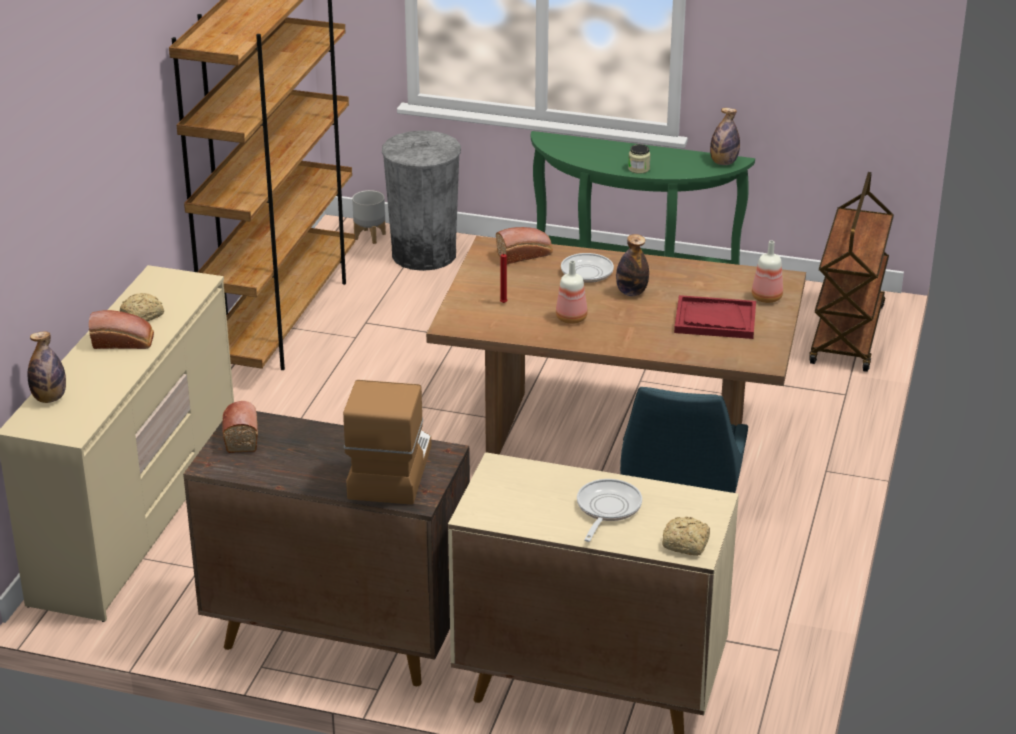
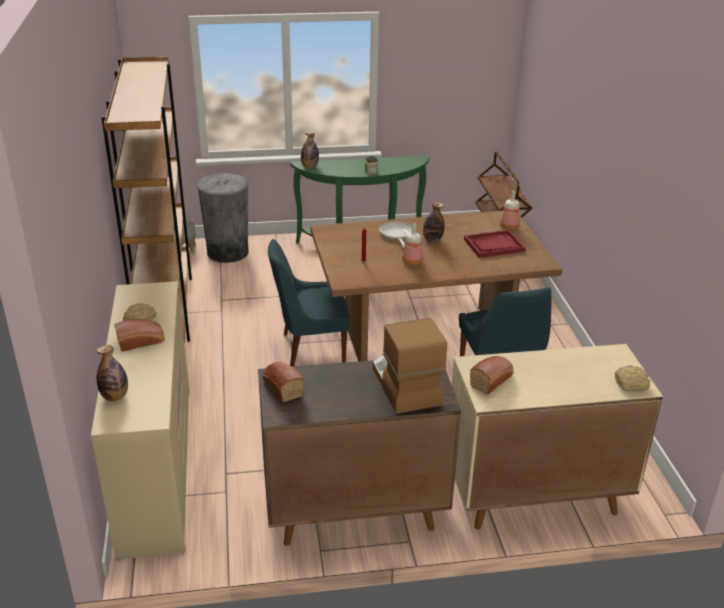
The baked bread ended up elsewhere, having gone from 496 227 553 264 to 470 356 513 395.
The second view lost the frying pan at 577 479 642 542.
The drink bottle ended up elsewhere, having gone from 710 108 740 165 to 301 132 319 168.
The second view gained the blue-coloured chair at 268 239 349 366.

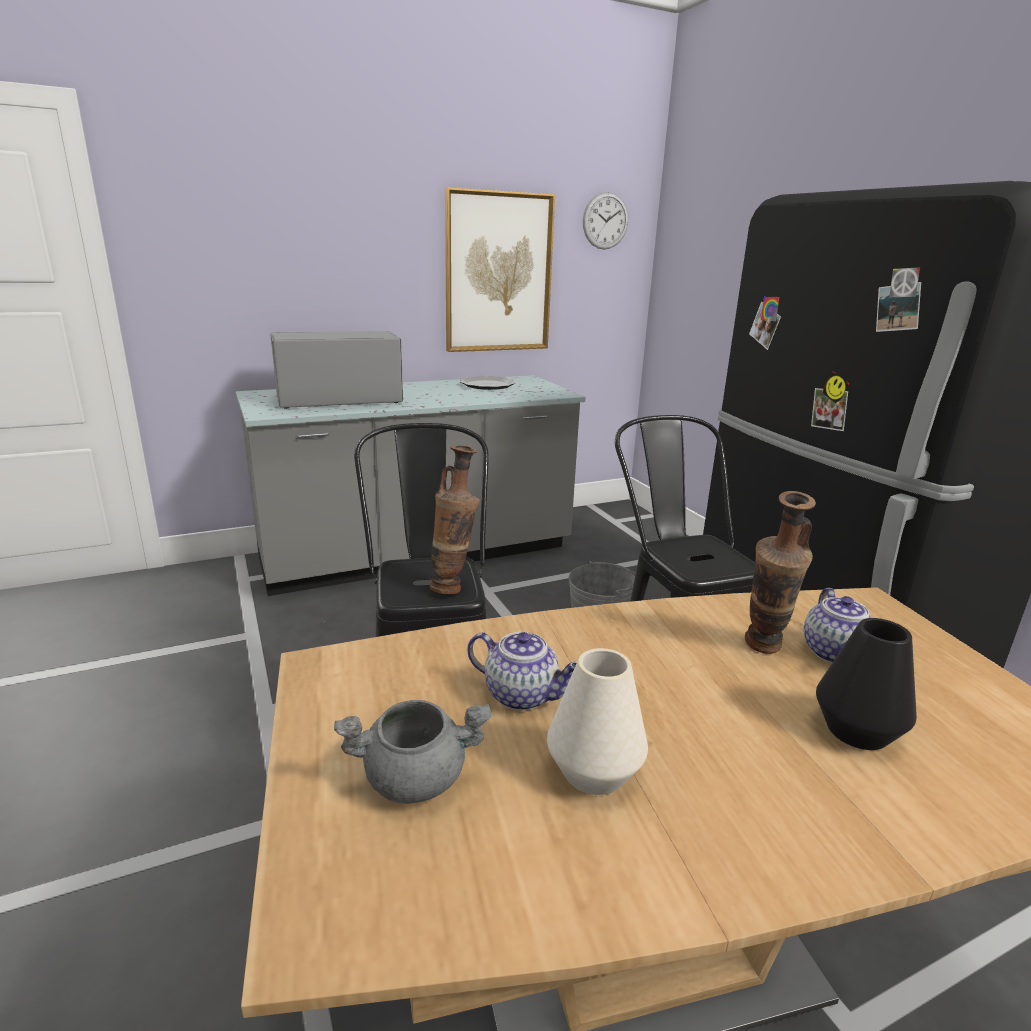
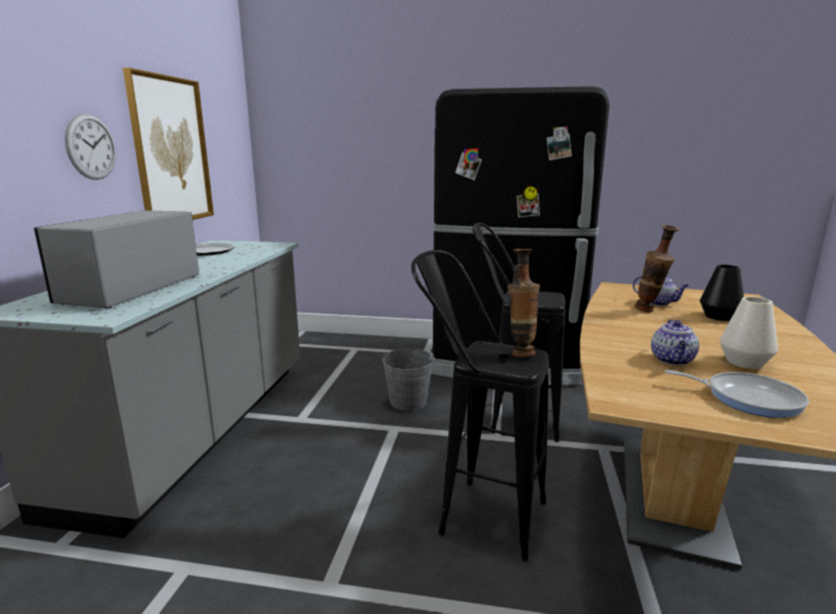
Where the greyish saucepot stood at 334 700 491 804, the frying pan came to stand at 665 370 809 418.
The pot for tea at 467 632 577 711 ended up facing another way, 135 degrees clockwise from before.
The clock on the wall ended up elsewhere, having gone from 583 192 628 249 to 65 113 116 180.

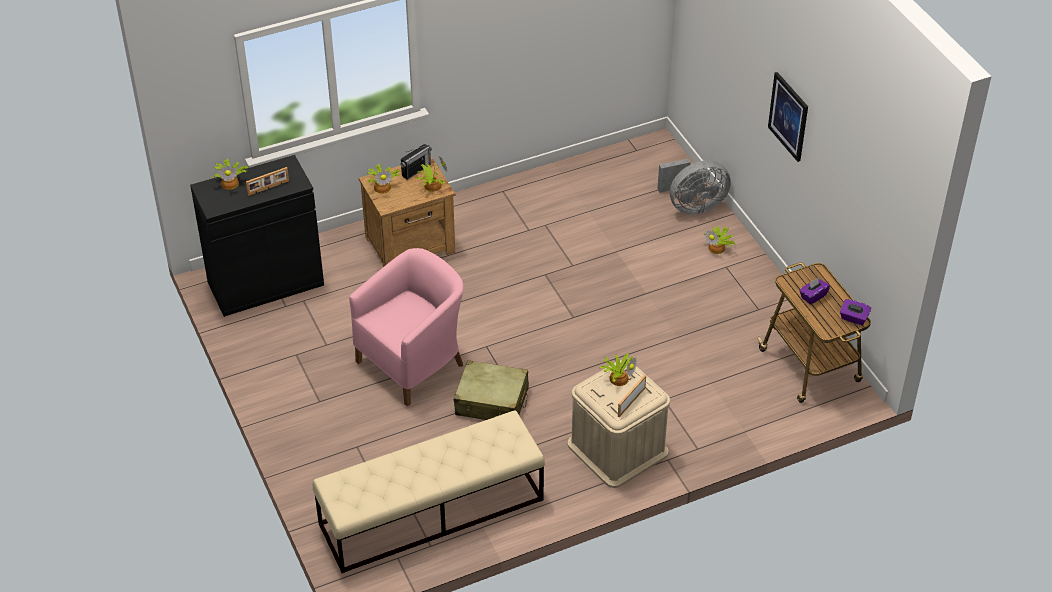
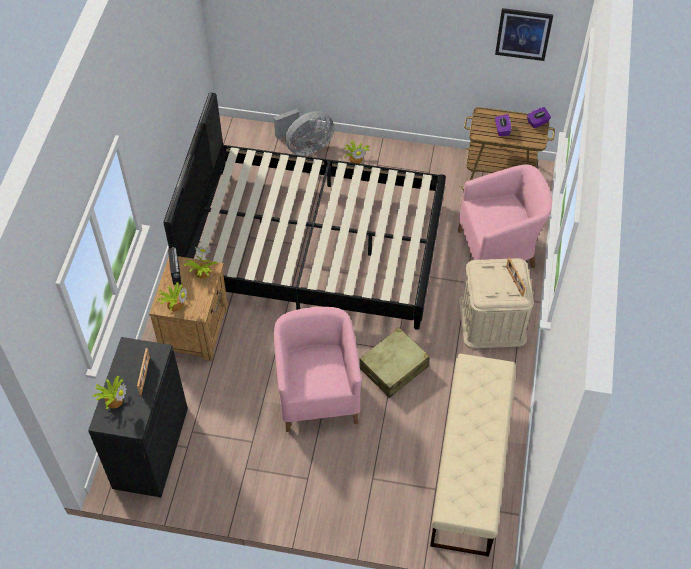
The second view lost the potted plant at 600 353 637 386.
The greyish electric fan at 657 159 731 215 ended up facing another way, 45 degrees clockwise from before.
The picture ended up elsewhere, having gone from 768 72 808 162 to 495 8 553 61.
The second view gained the black-coloured bed at 163 93 446 330.
The second view gained the pink-coloured easy chair at 458 164 552 268.

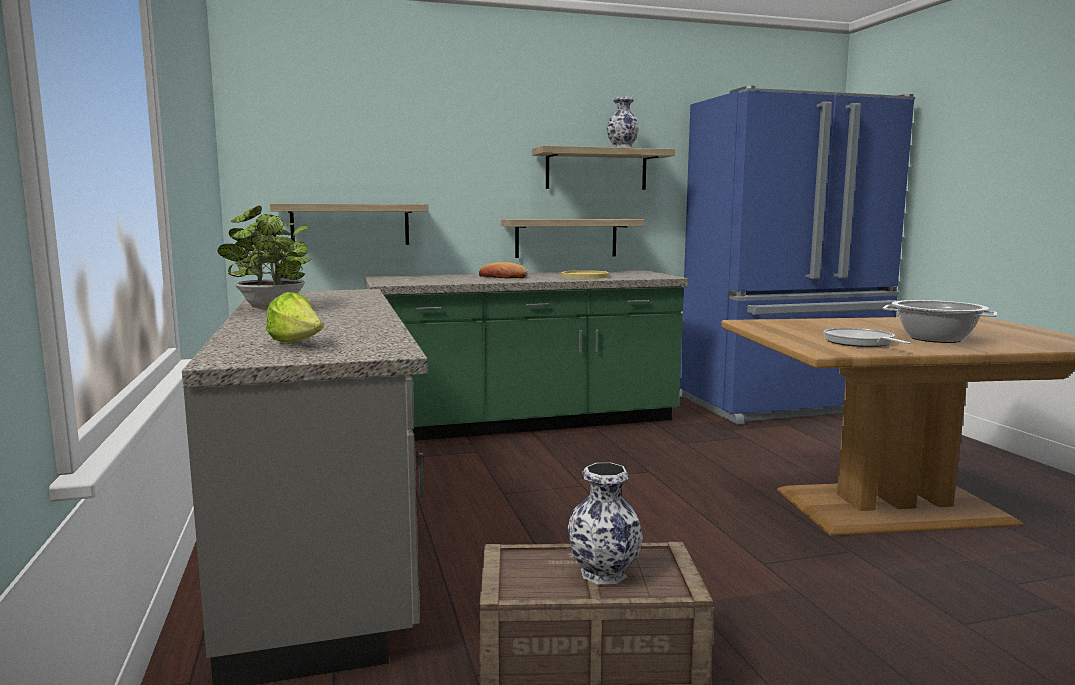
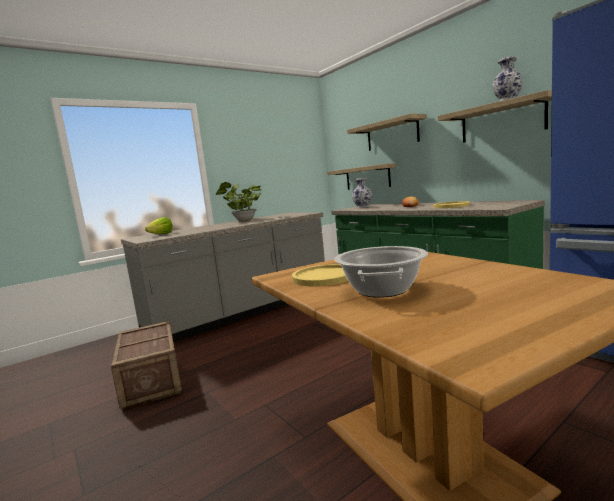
The shelf ended up elsewhere, having gone from 501 219 644 258 to 347 114 426 151.
The vase ended up elsewhere, having gone from 568 463 643 584 to 352 178 372 208.
Where the frying pan stood at 824 328 910 347, the yellow plate came to stand at 292 264 348 286.

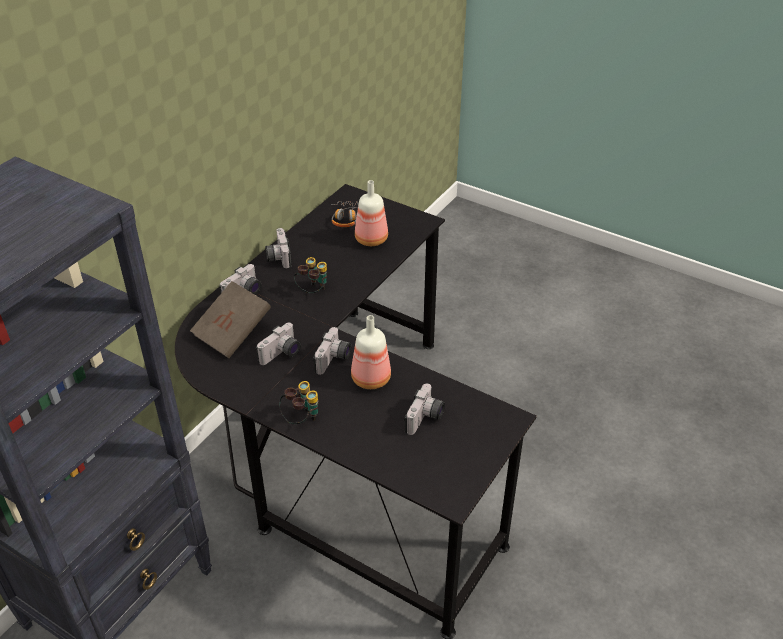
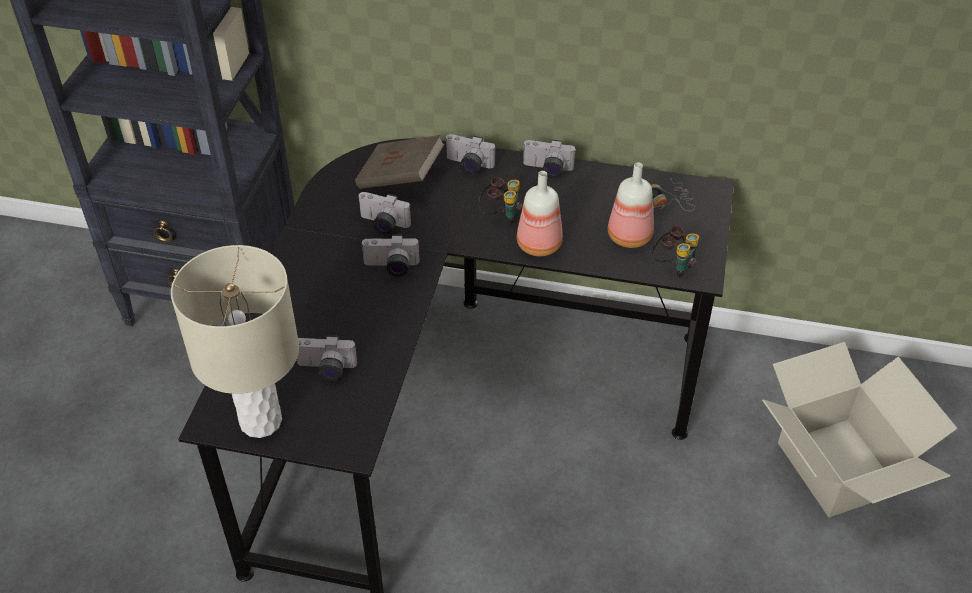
The photo camera at 265 228 292 268 ended up facing another way, 135 degrees counterclockwise from before.
The field glasses ended up elsewhere, having gone from 279 381 319 424 to 652 226 699 278.
The drink bottle ended up elsewhere, having gone from 351 315 391 389 to 517 171 563 256.
The second view gained the beige lamp for a table at 171 245 299 438.
The second view gained the packing box at 762 342 958 517.

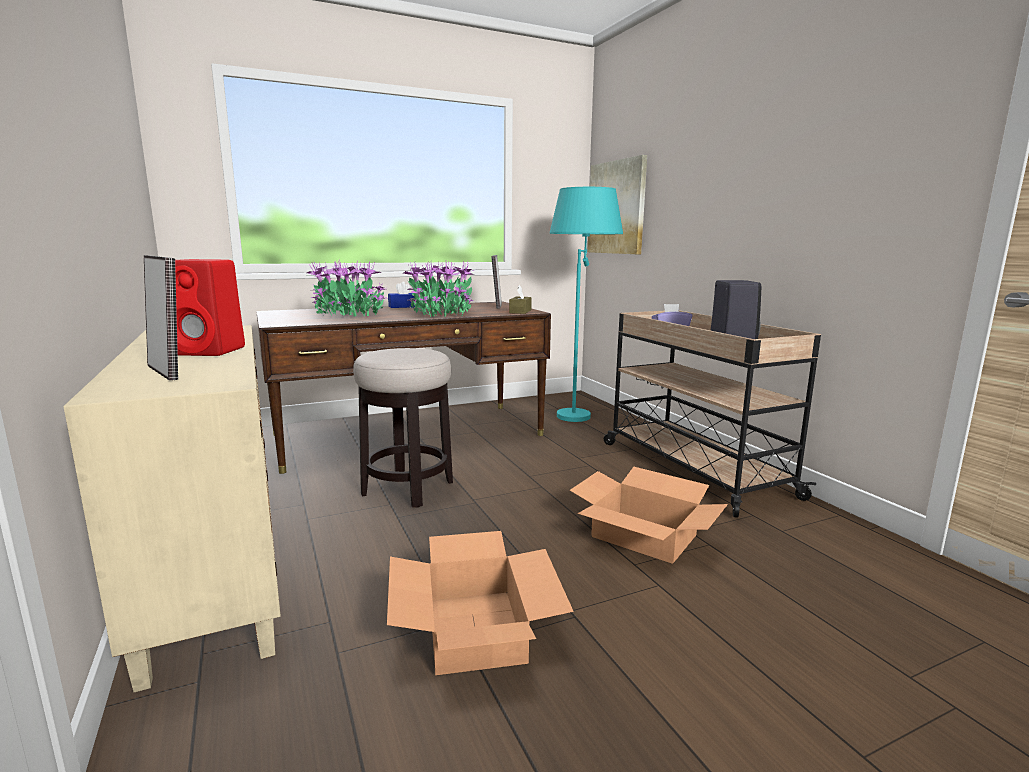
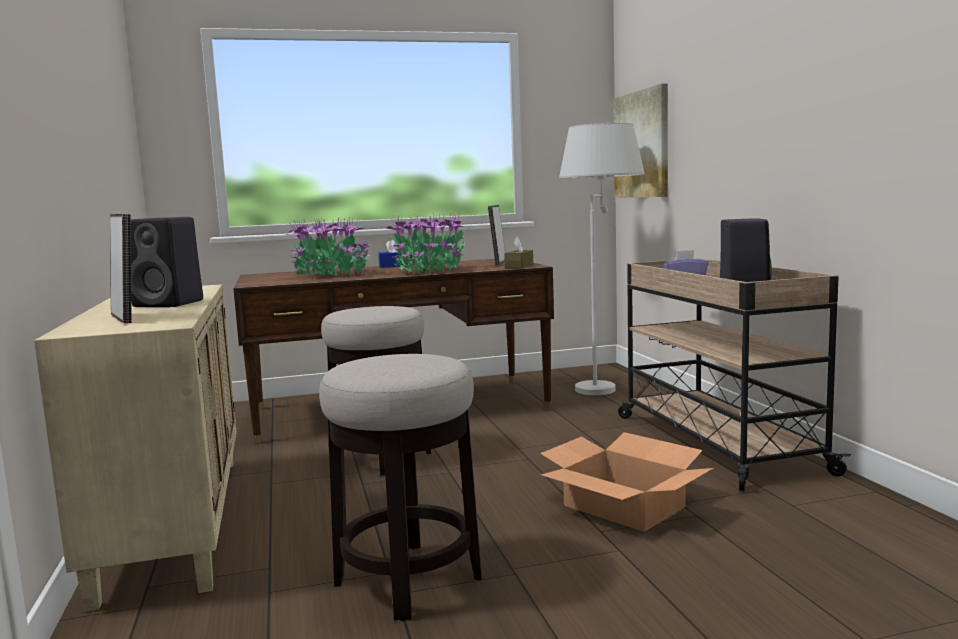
What was the red speaker at 175 259 245 356 turned into the black-coloured speaker at 131 217 203 307.
Where the packing box stood at 387 531 574 675, the sitting stool came to stand at 319 354 482 621.
What was the blue-green floor lamp at 550 187 623 422 turned into the white floor lamp at 559 123 645 395.

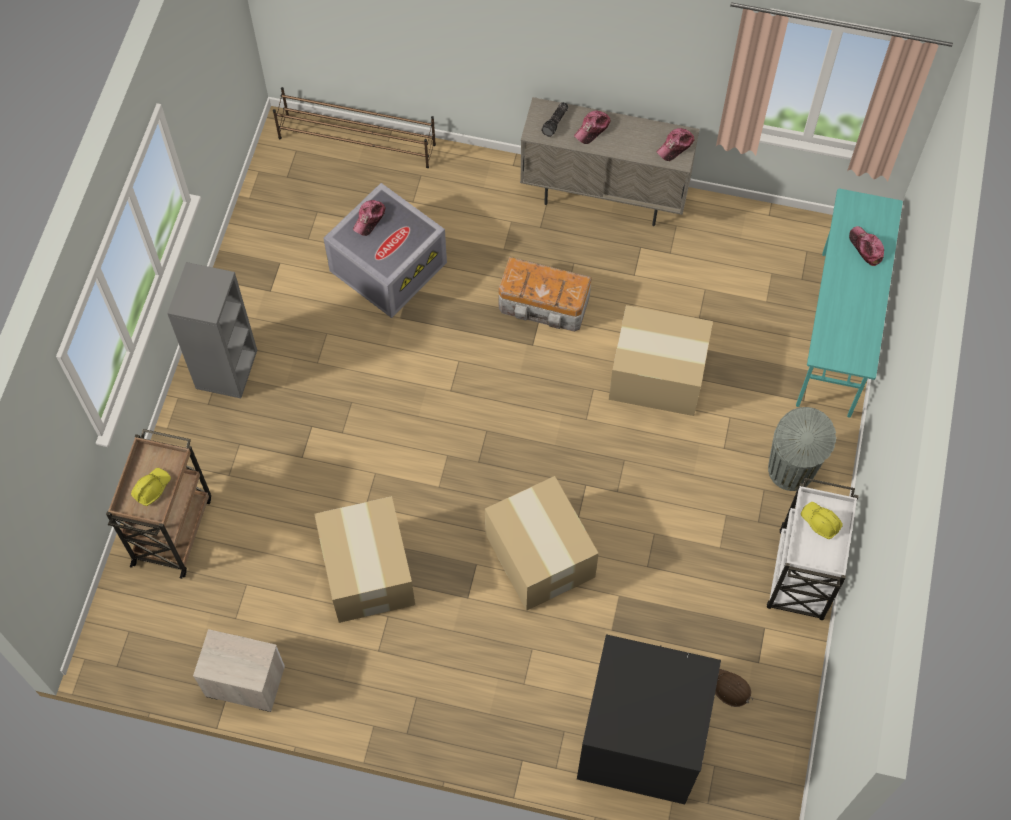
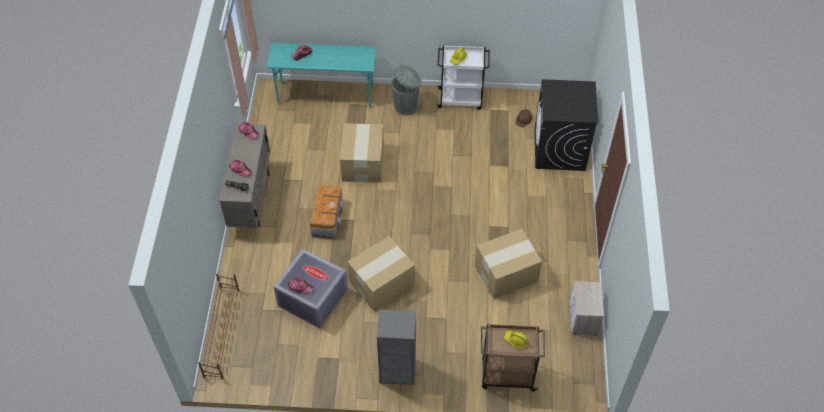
The packing box ended up elsewhere, having gone from 485 476 599 611 to 347 236 415 311.

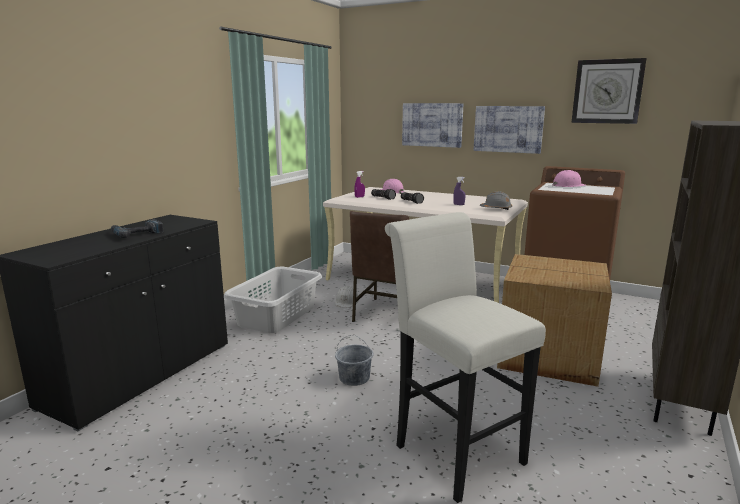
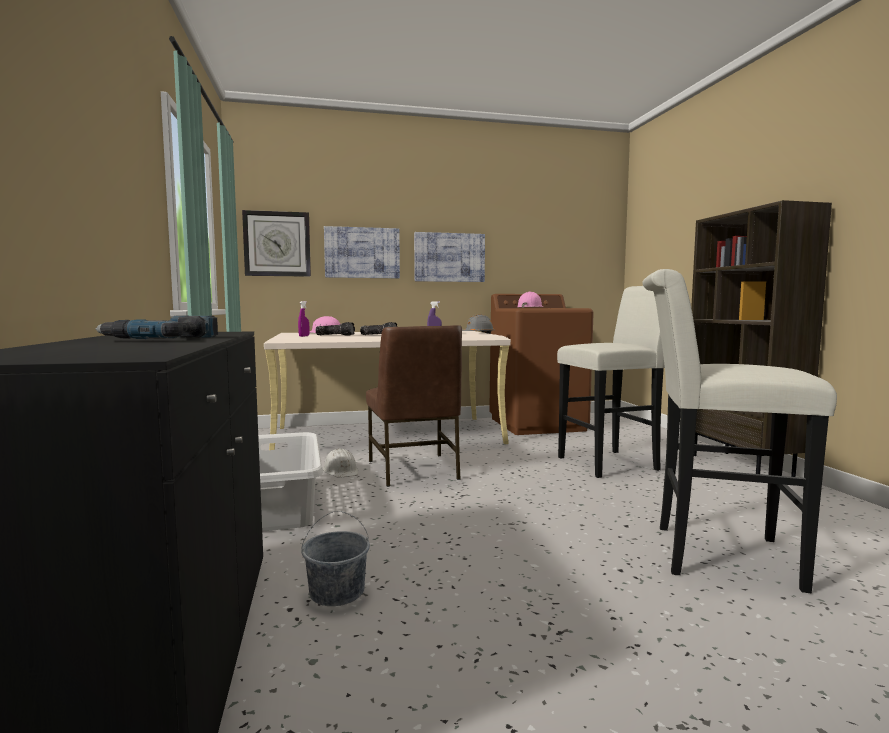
The greyish pail ended up elsewhere, having gone from 335 335 373 386 to 301 511 370 606.
Where the packing box stood at 497 254 612 387, the white sitting stool came to stand at 557 286 665 478.
The clock on the wall ended up elsewhere, having gone from 571 58 647 124 to 242 210 311 277.

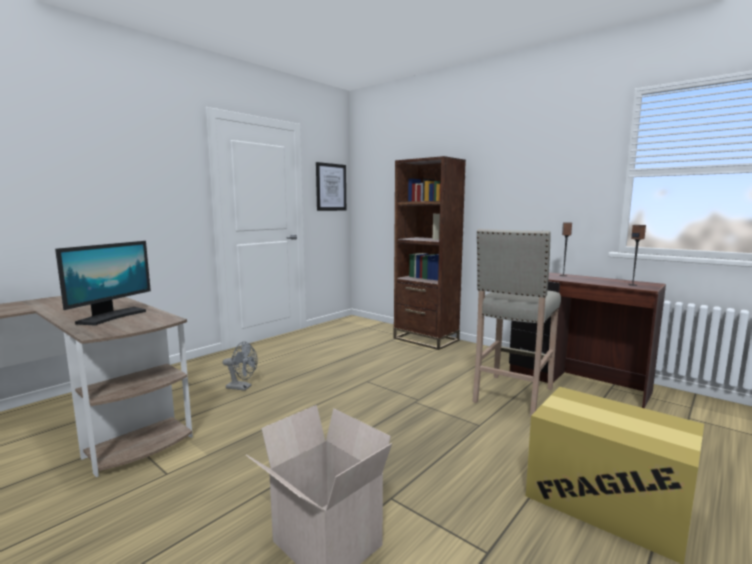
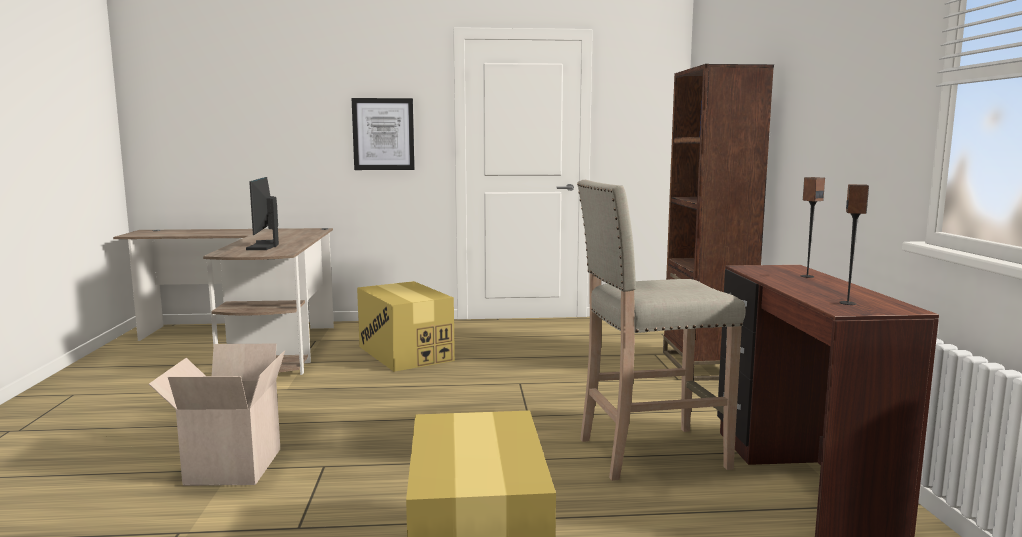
The computer screen at 55 241 151 326 ended up facing another way, 105 degrees clockwise from before.
Where the greyish electric fan stood at 223 341 258 391, the packing box came to stand at 357 281 455 372.
The picture ended up elsewhere, having gone from 316 162 346 211 to 352 98 415 170.

